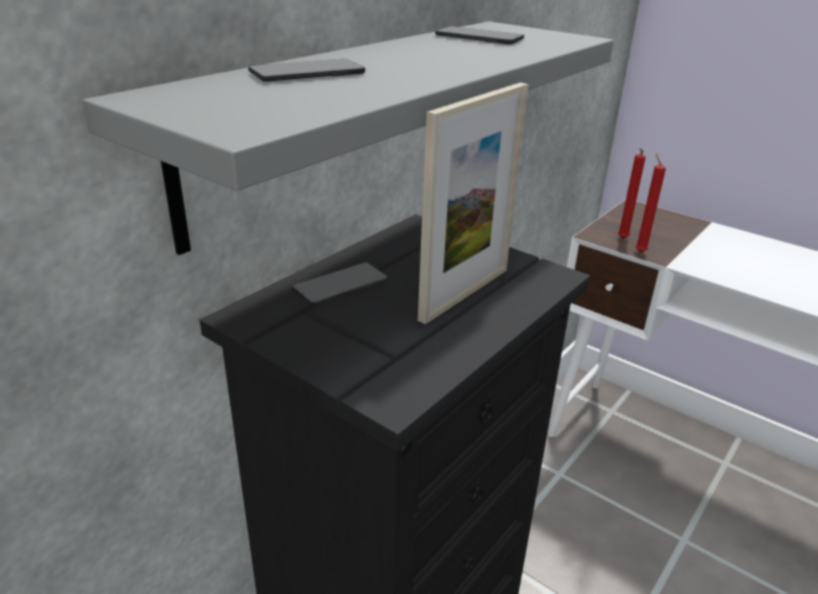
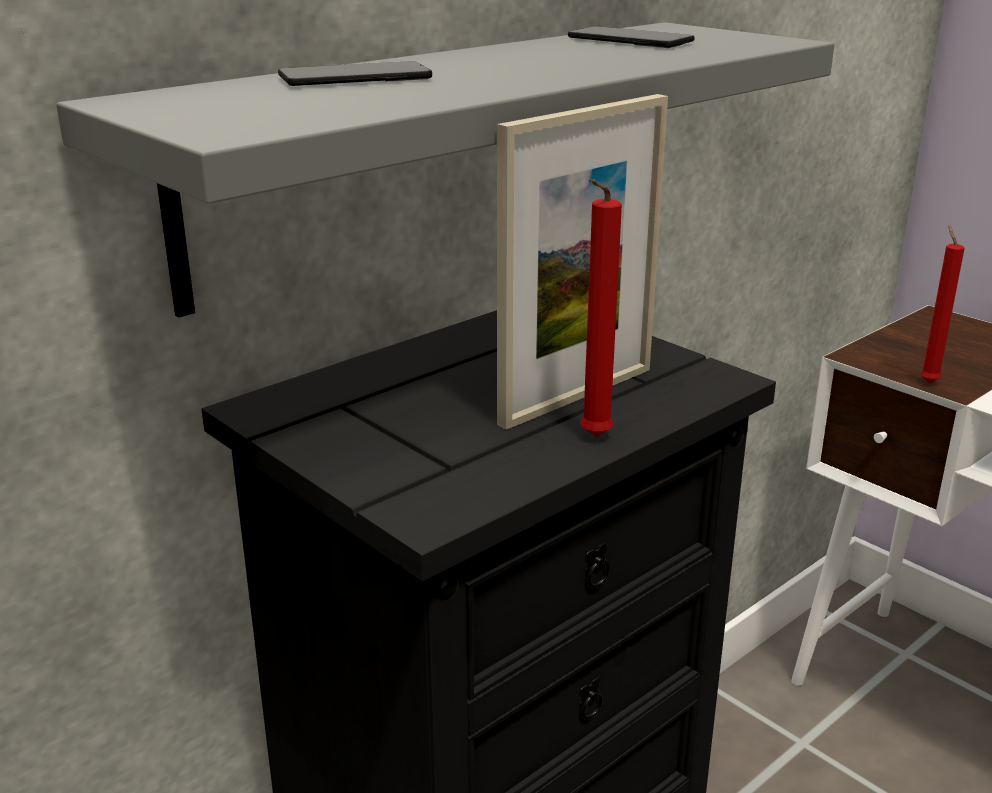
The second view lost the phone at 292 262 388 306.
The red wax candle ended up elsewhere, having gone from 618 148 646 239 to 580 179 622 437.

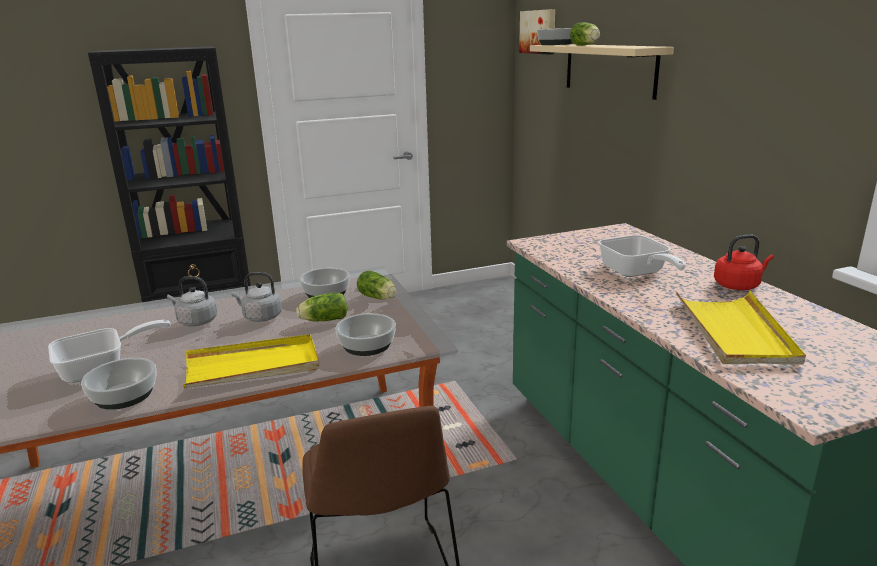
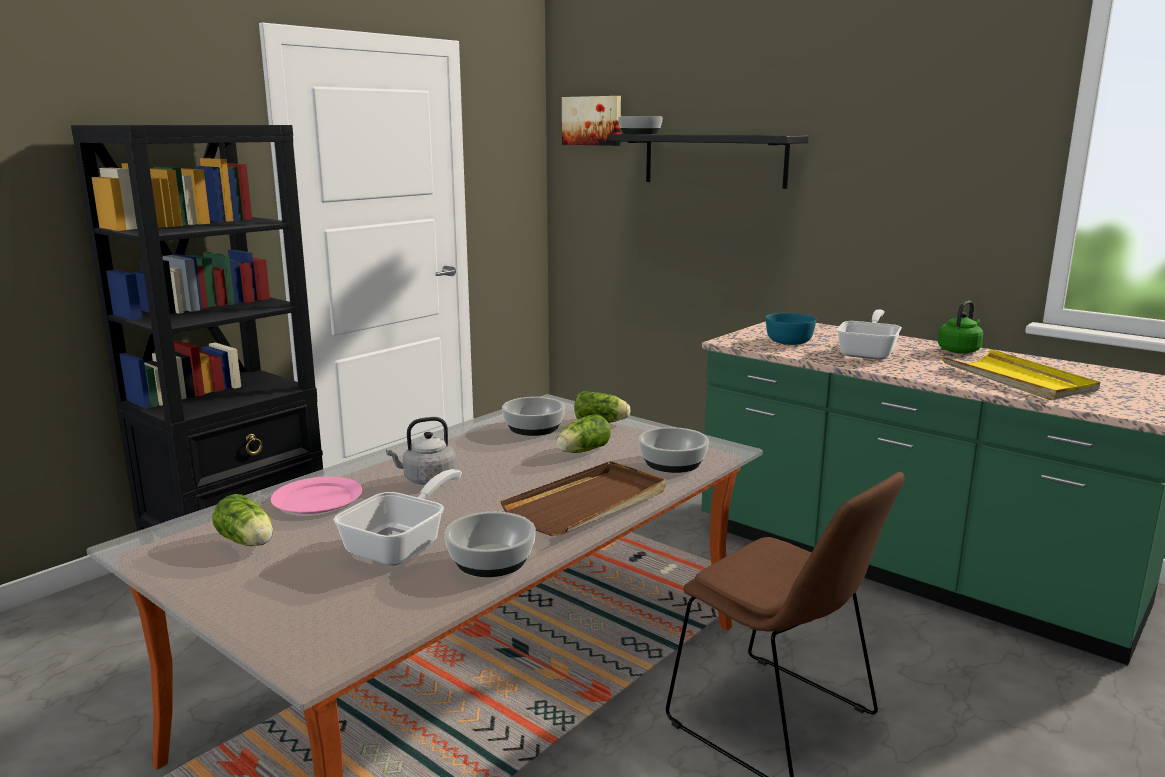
What was the yellow tray at 183 334 320 388 turned into the brown tray at 500 461 666 536.
The second view lost the greyish tea kettle at 231 272 282 322.
What was the beige shelf at 530 44 674 100 turned into the black-coloured shelf at 609 134 808 189.
The lettuce ended up elsewhere, having gone from 570 22 600 46 to 212 494 273 546.
The frying pan at 599 235 686 277 ended up facing another way, 105 degrees counterclockwise from before.
What was the red tea kettle at 714 235 774 290 turned into the green-coloured tea kettle at 938 301 983 354.
The second view gained the pink-coloured plate at 271 476 362 514.
The second view gained the blue-green deep dish at 766 313 816 345.

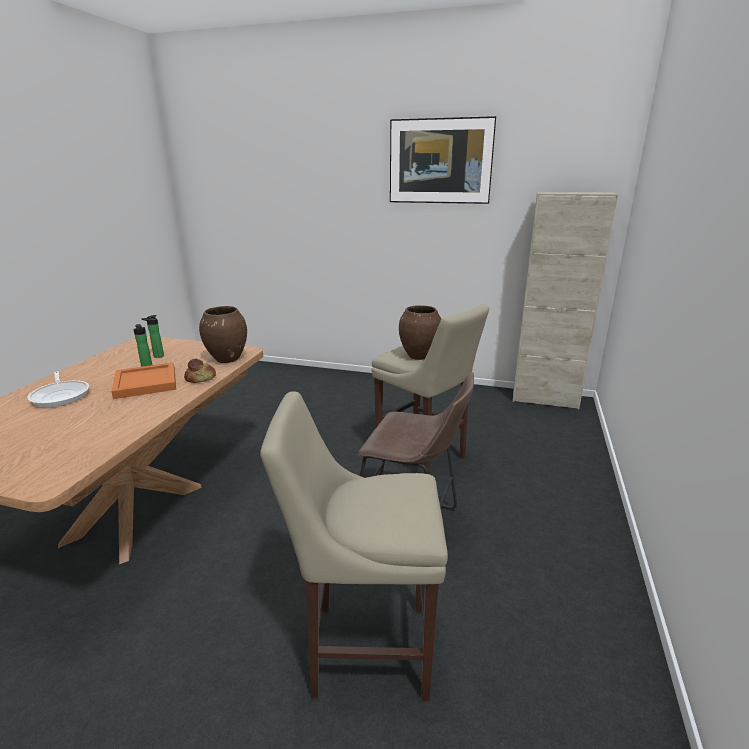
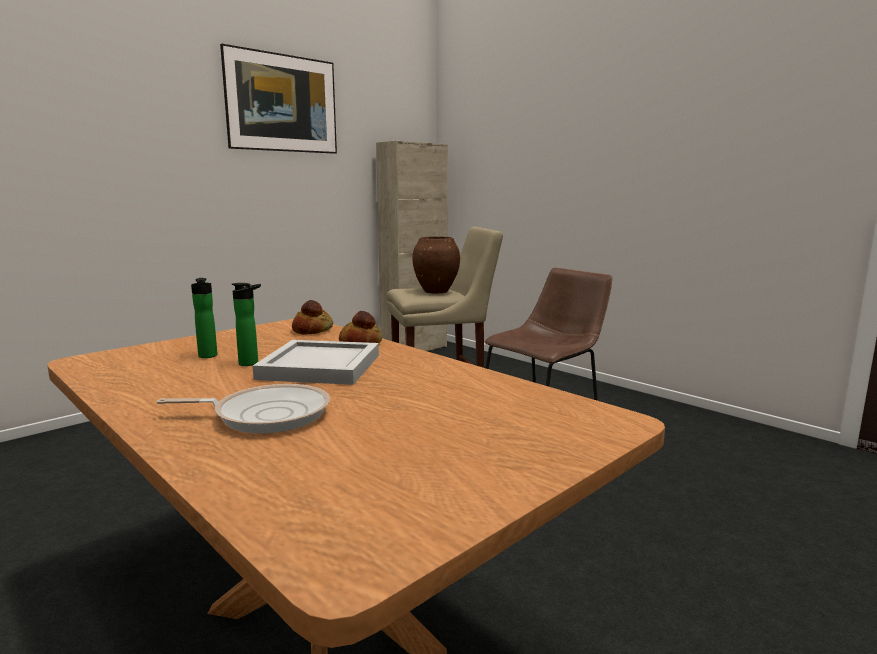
What was the orange tray at 111 362 176 399 turned into the white tray at 253 340 379 385.
Where the brown vase stood at 199 306 247 363, the baked bread came to stand at 292 300 333 335.
The second view lost the beige sitting stool at 260 391 448 701.

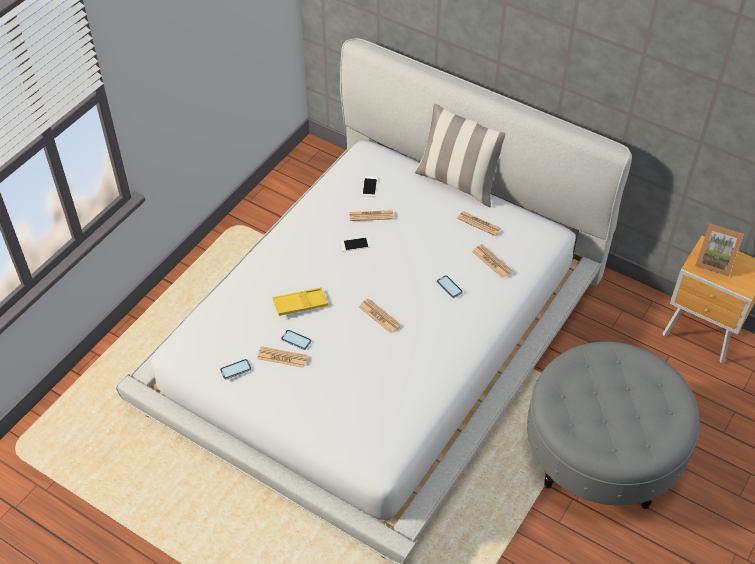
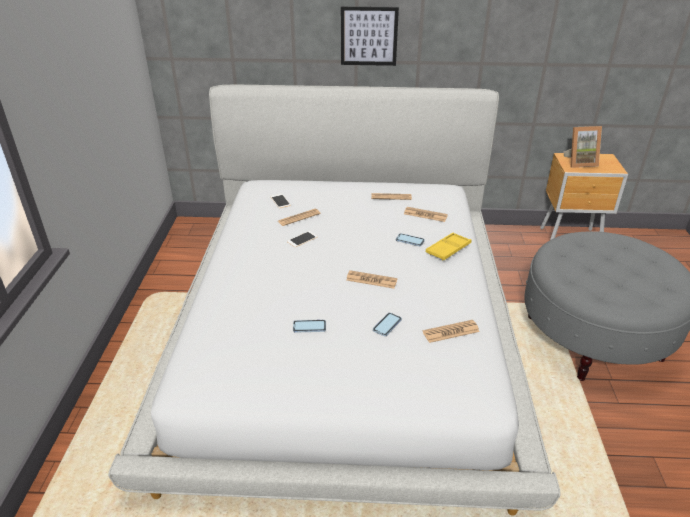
The phone ended up elsewhere, having gone from 220 359 252 379 to 373 313 402 336.
The daily paper ended up elsewhere, having gone from 257 346 308 368 to 423 320 480 343.
The yellow tray ended up elsewhere, having gone from 273 288 328 316 to 426 232 471 261.
The second view lost the throw pillow at 414 104 505 207.
The second view gained the picture at 341 6 399 66.

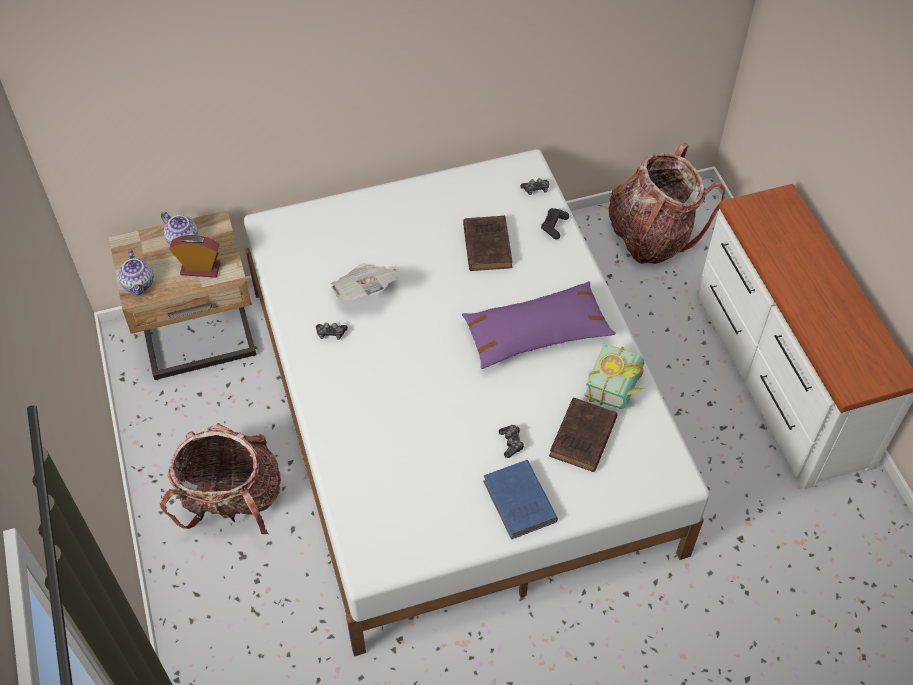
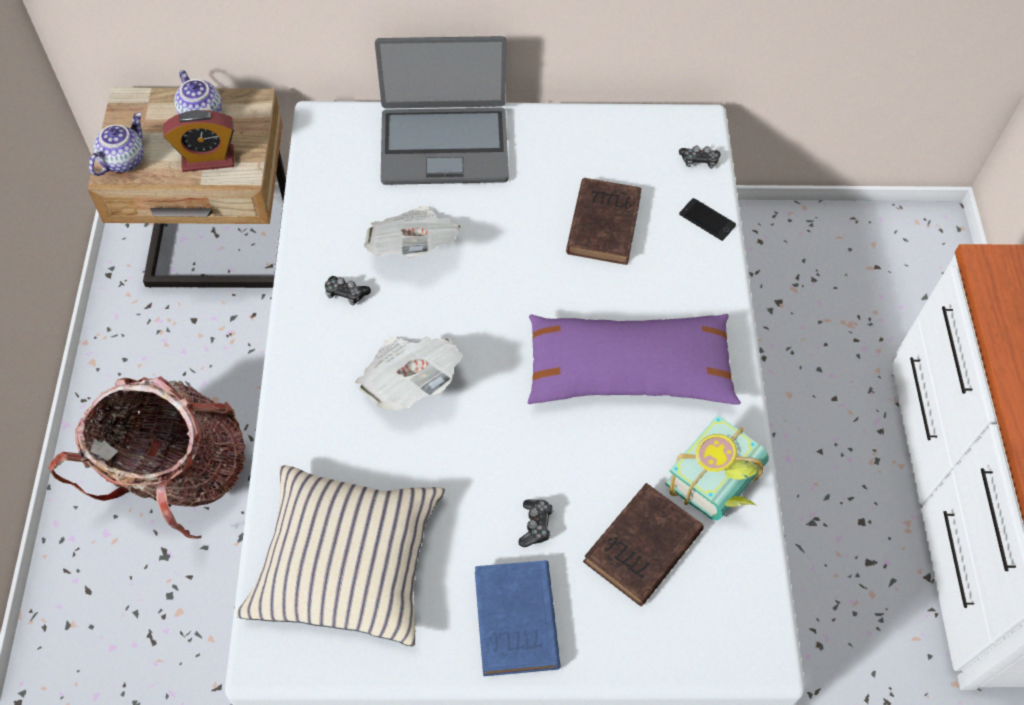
The pot for tea at 118 250 154 295 ended up facing another way, 150 degrees counterclockwise from before.
The alarm clock at 169 235 221 278 ended up facing another way, 150 degrees clockwise from before.
Where the black-coloured gamepad stood at 541 208 569 239, the phone came to stand at 679 198 736 241.
The second view lost the backpack at 609 142 725 264.
The second view gained the beige throw pillow at 236 465 445 646.
The second view gained the daily paper at 355 337 463 410.
The second view gained the notebook computer at 375 36 509 185.

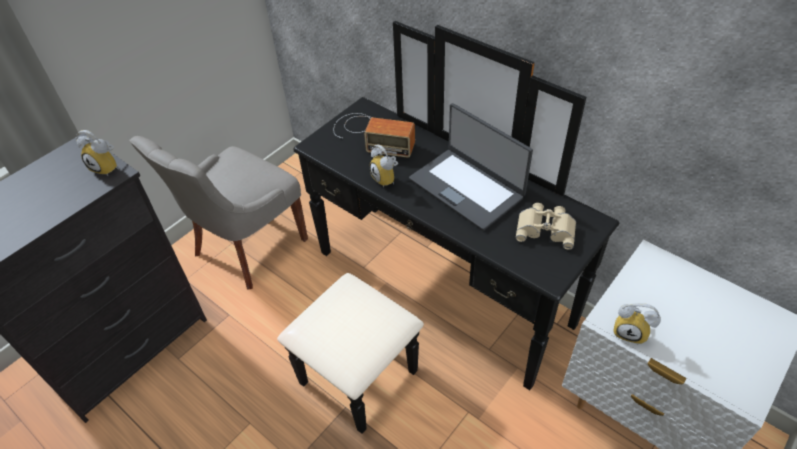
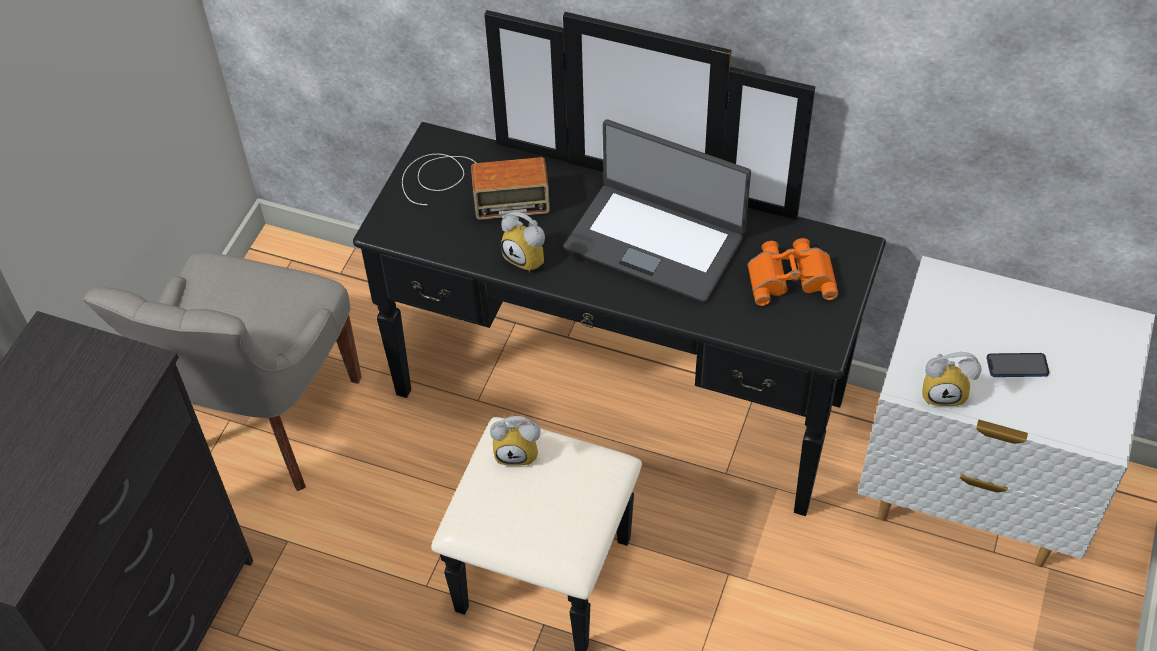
The alarm clock ended up elsewhere, having gone from 76 130 119 176 to 490 416 541 466.
What was the beige field glasses at 516 203 576 250 turned into the orange field glasses at 748 238 838 306.
The second view gained the phone at 986 353 1049 377.

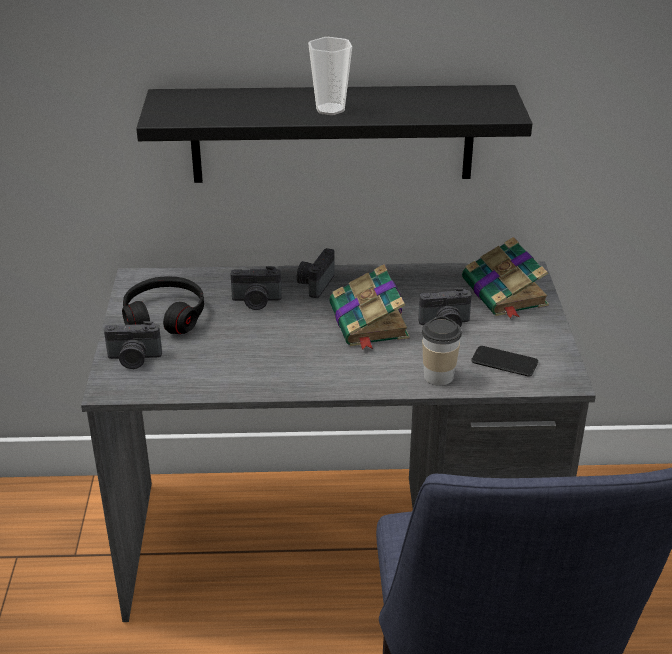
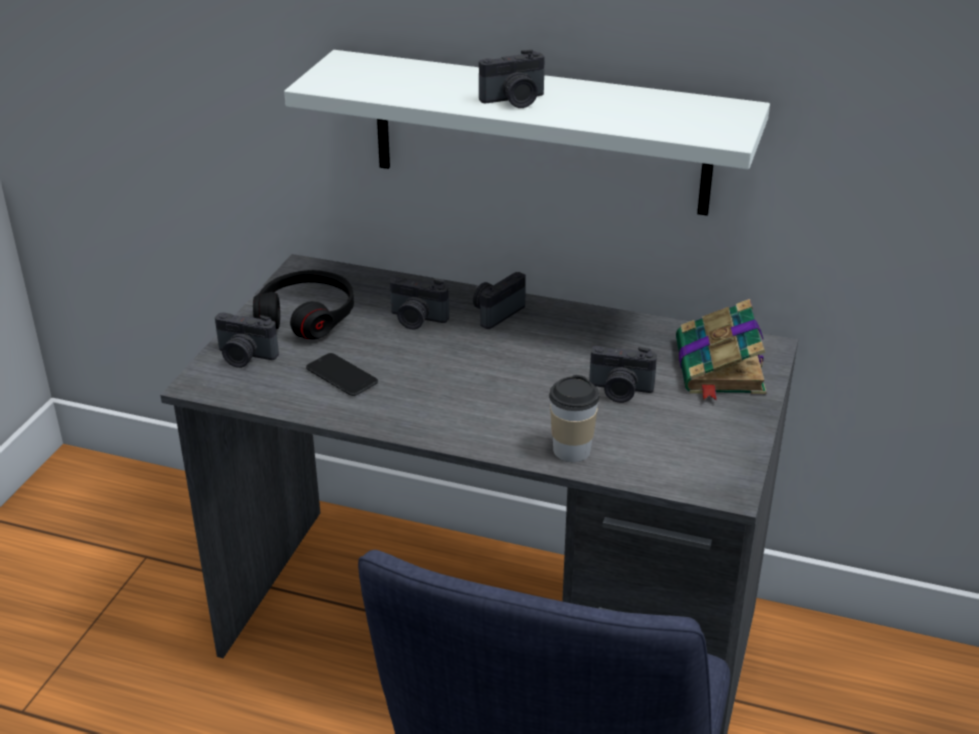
What was the black-coloured shelf at 136 85 532 183 turned into the white shelf at 284 50 770 216.
Where the cup stood at 308 37 352 115, the photo camera came to stand at 479 50 545 108.
The second view lost the volume at 329 264 410 350.
The phone ended up elsewhere, having gone from 471 346 538 376 to 306 353 378 396.

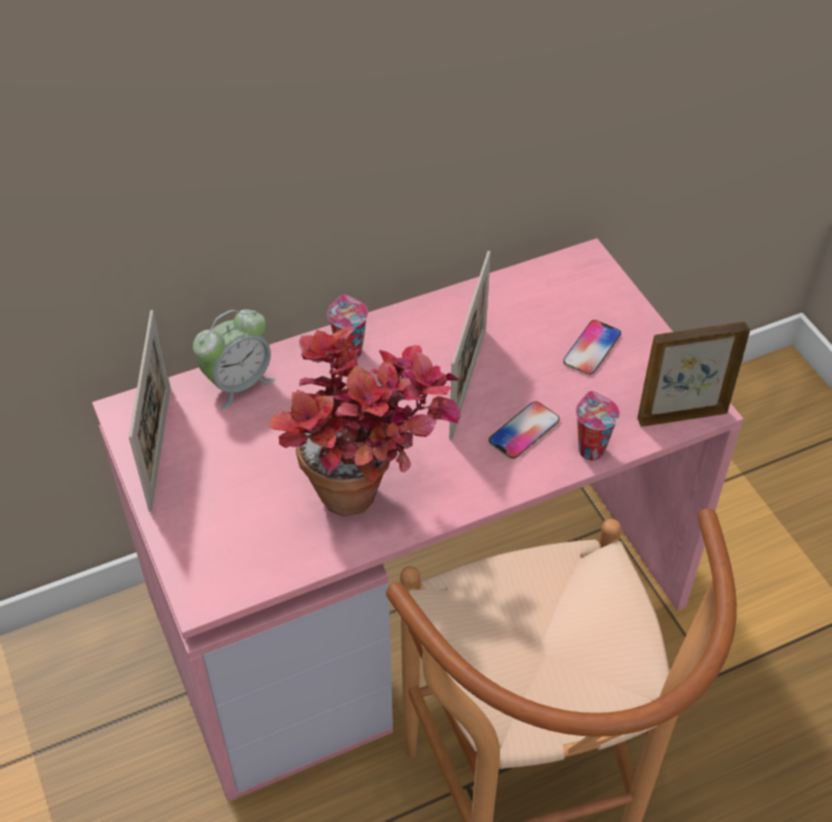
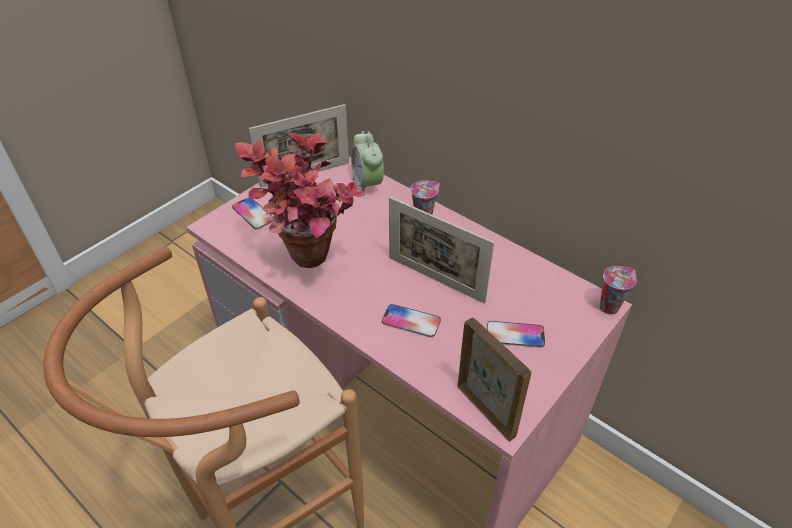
The alarm clock at 193 309 275 410 ended up facing another way, 45 degrees clockwise from before.
The standing frame at 449 251 491 440 ended up facing another way, 45 degrees clockwise from before.
The cup ended up elsewhere, having gone from 576 391 620 460 to 600 266 636 314.
The second view gained the phone at 232 197 273 229.

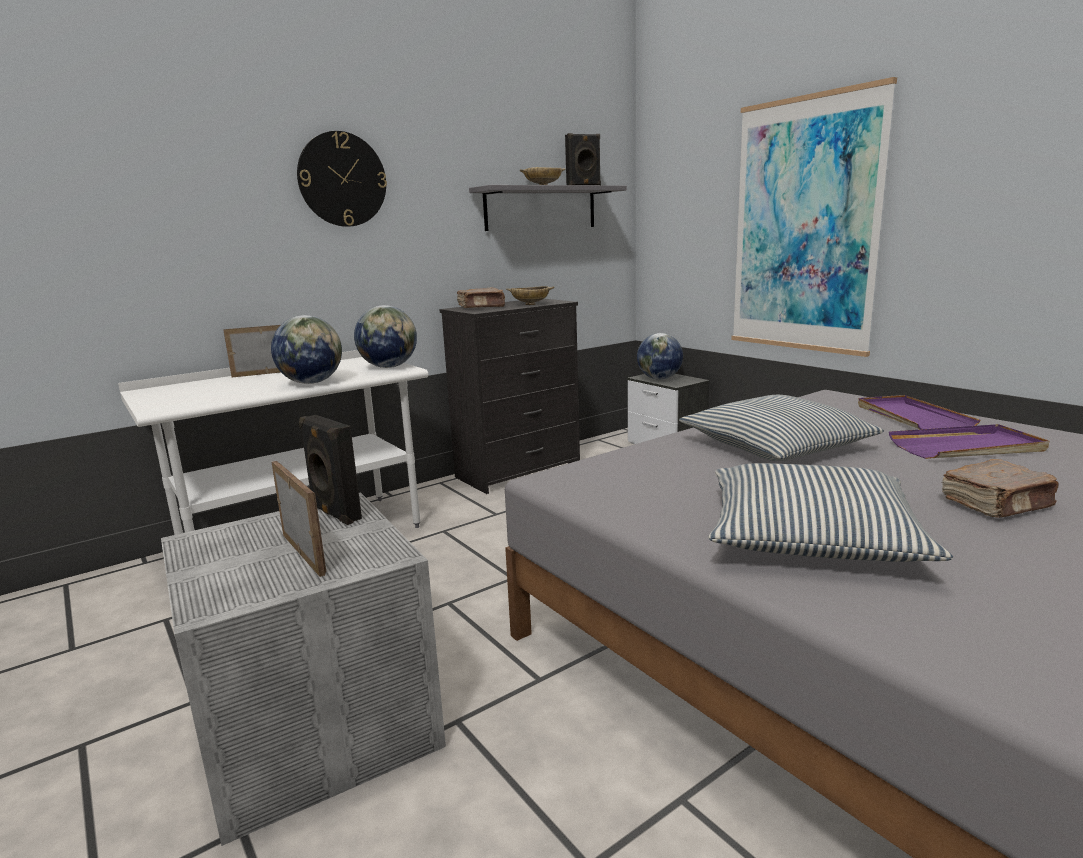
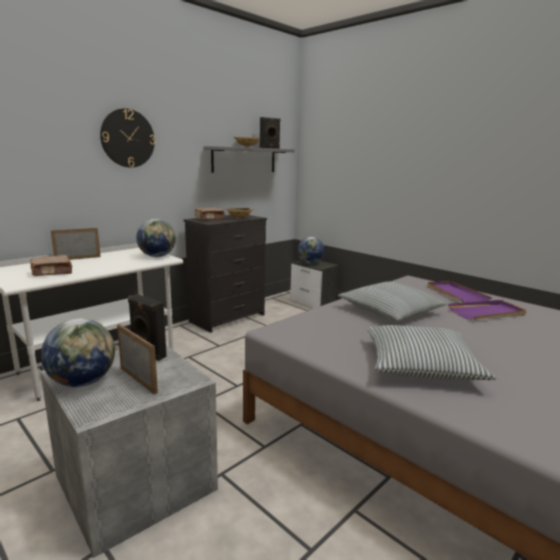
The world globe ended up elsewhere, having gone from 271 315 342 384 to 41 318 115 387.
The second view lost the picture at 731 77 897 357.
The brown volume ended up elsewhere, having gone from 942 459 1058 518 to 30 255 72 276.

